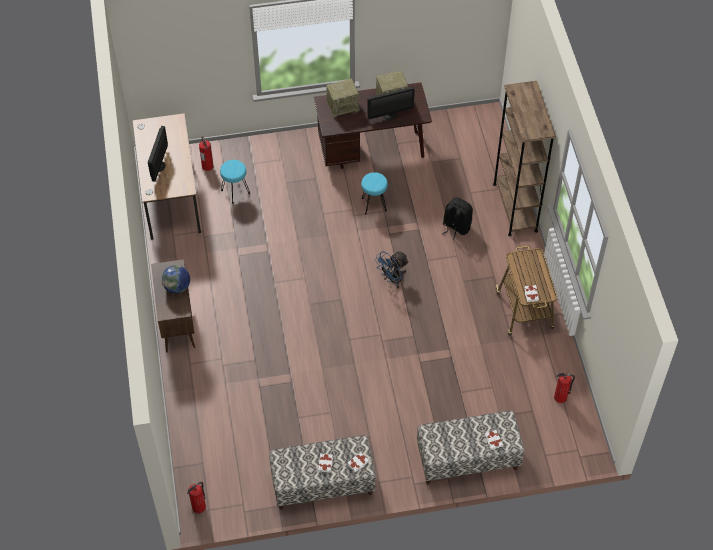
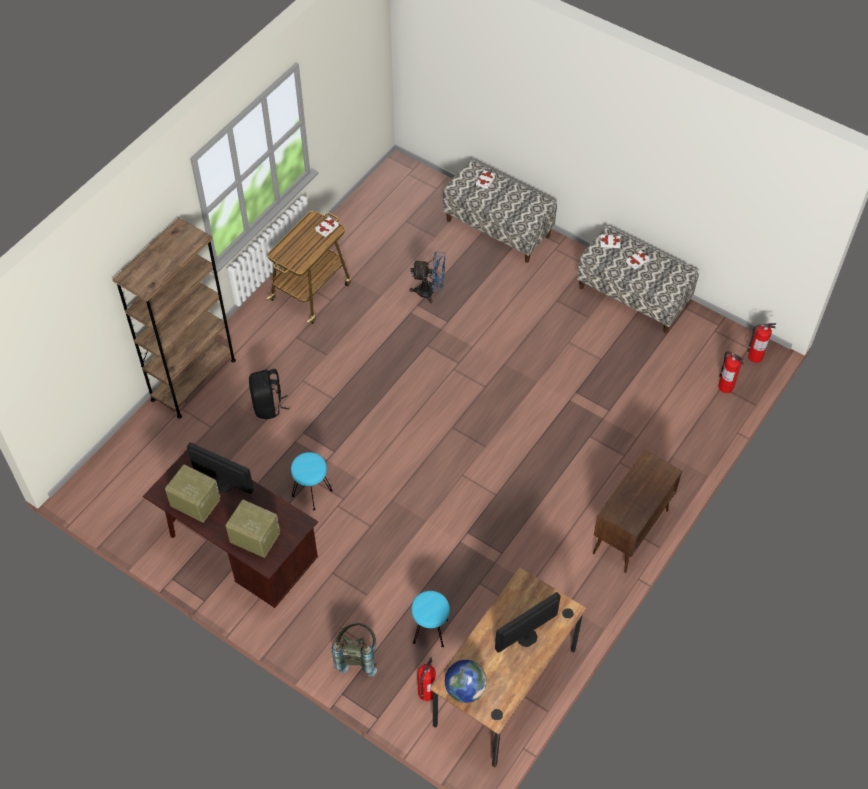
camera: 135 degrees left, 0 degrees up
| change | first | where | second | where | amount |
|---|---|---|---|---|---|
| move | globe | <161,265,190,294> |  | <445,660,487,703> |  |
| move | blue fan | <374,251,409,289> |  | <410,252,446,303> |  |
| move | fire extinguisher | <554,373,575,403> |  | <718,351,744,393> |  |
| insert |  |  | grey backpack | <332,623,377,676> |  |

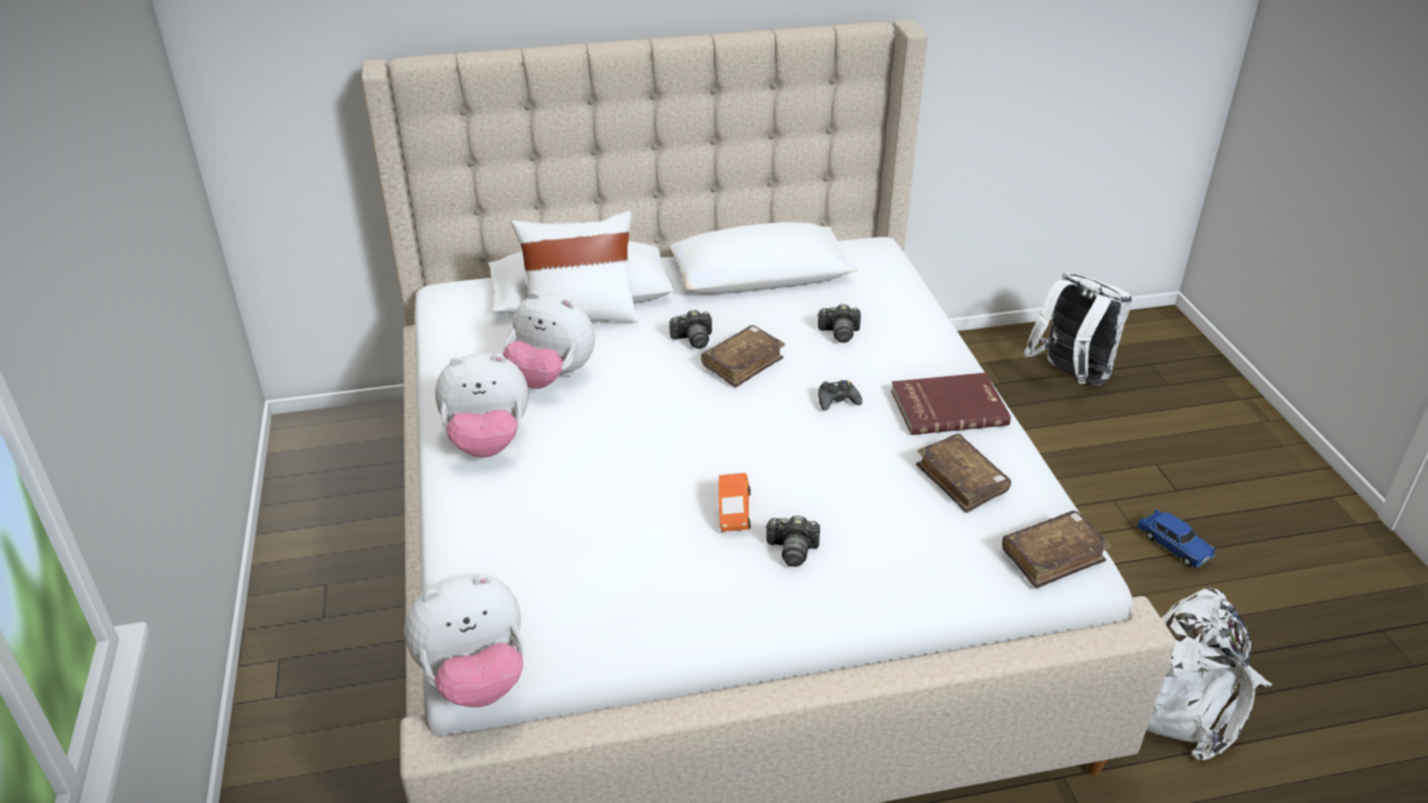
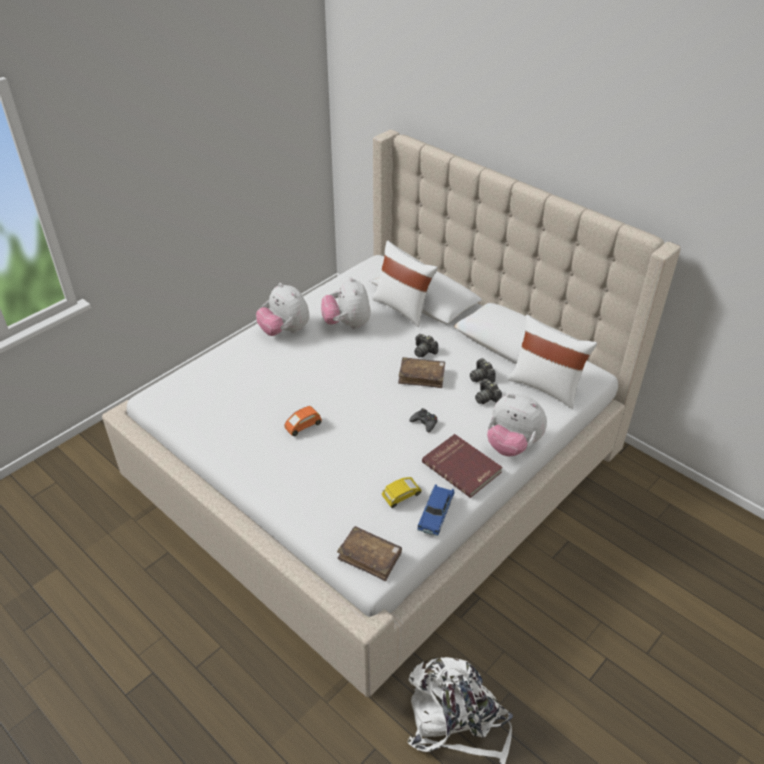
camera: 55 degrees right, 5 degrees up
| change | first | where | second | where | amount |
|---|---|---|---|---|---|
| move | plush toy | <404,573,523,707> |  | <487,393,547,456> |  |
| move | photo camera | <765,515,820,567> |  | <470,358,495,383> |  |
| replace | brown book | <916,434,1011,513> | yellow toy car | <381,477,422,508> |  |
| delete | white backpack | <1024,271,1132,385> |  |  |  |
| move | blue toy car | <1136,510,1215,568> |  | <417,484,454,536> |  |
| insert |  |  | white pillow | <508,315,597,409> |  |

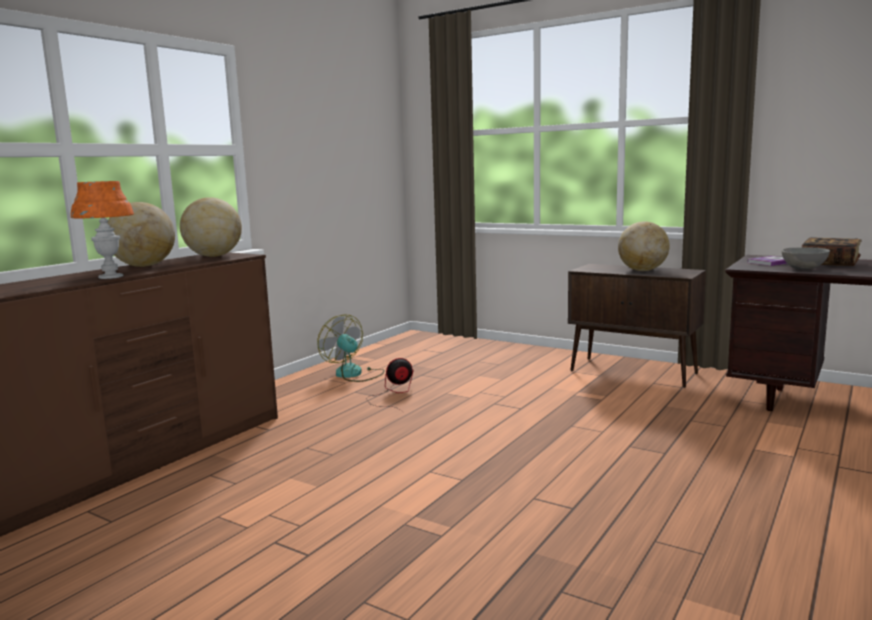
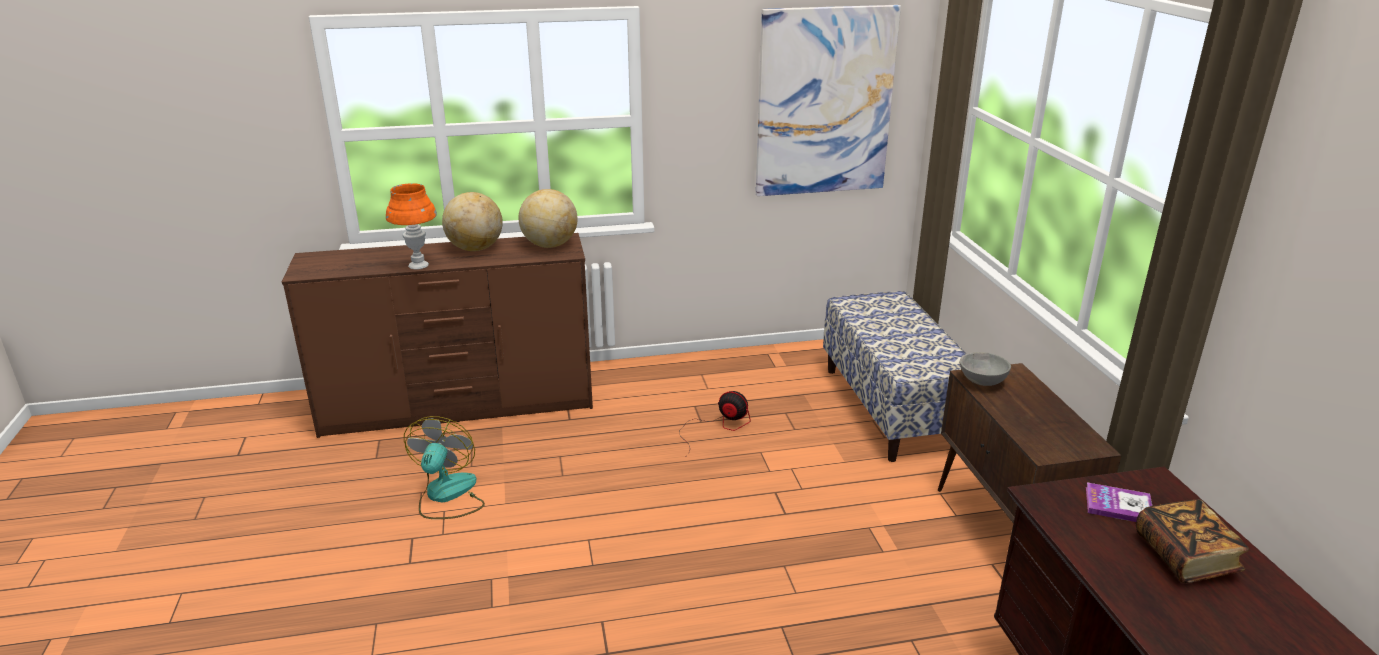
camera: 45 degrees right, 15 degrees up
| change | first | where | second | where | amount |
|---|---|---|---|---|---|
| move | fan | <317,314,385,382> |  | <404,416,485,519> |  |
| delete | globe | <618,221,670,271> |  |  |  |
| move | grey bowl | <781,248,830,270> |  | <960,352,1011,386> |  |
| insert |  |  | picture | <756,5,901,196> |  |
| insert |  |  | bench | <823,291,967,462> |  |

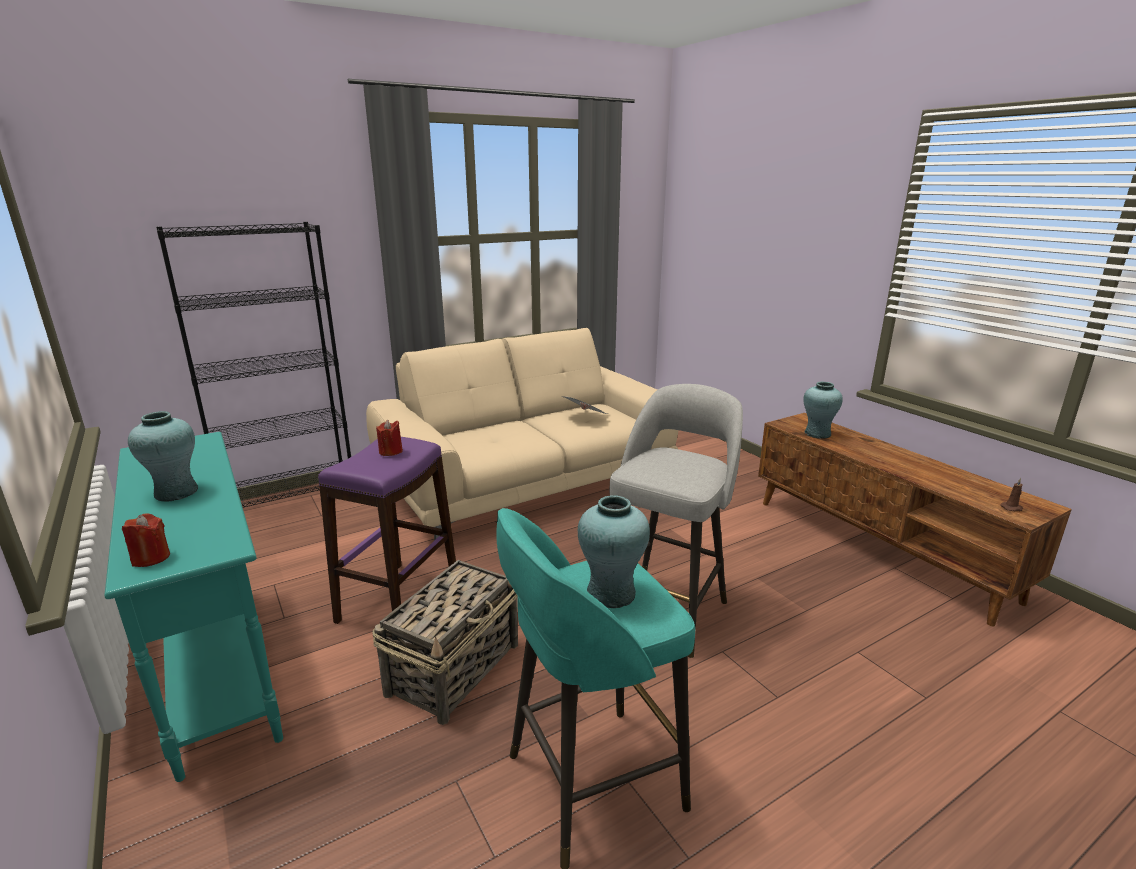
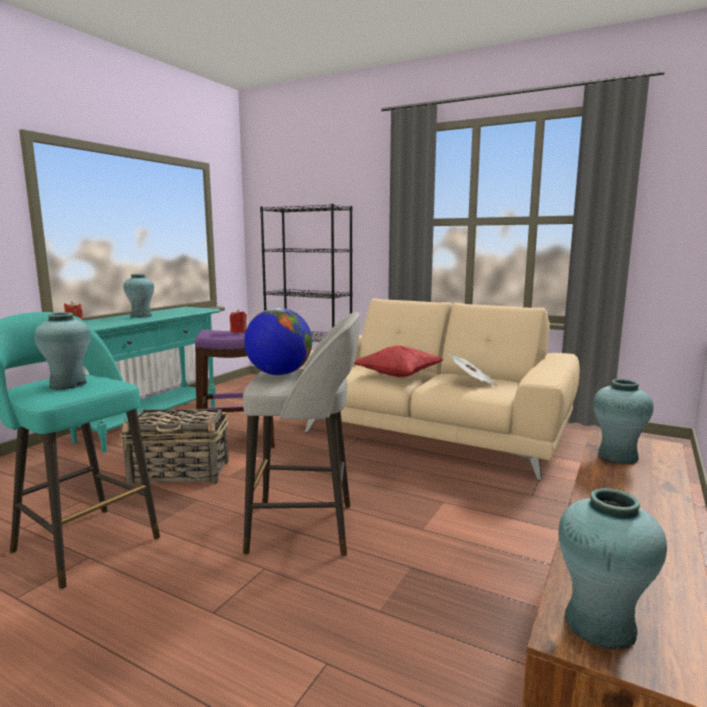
camera: 60 degrees right, 10 degrees down
| change | first | where | second | where | amount |
|---|---|---|---|---|---|
| replace | brown candle | <1001,478,1023,511> | turquoise vase | <558,488,667,650> |  |
| insert |  |  | globe | <244,308,312,375> |  |
| insert |  |  | red pillow | <354,346,444,377> |  |

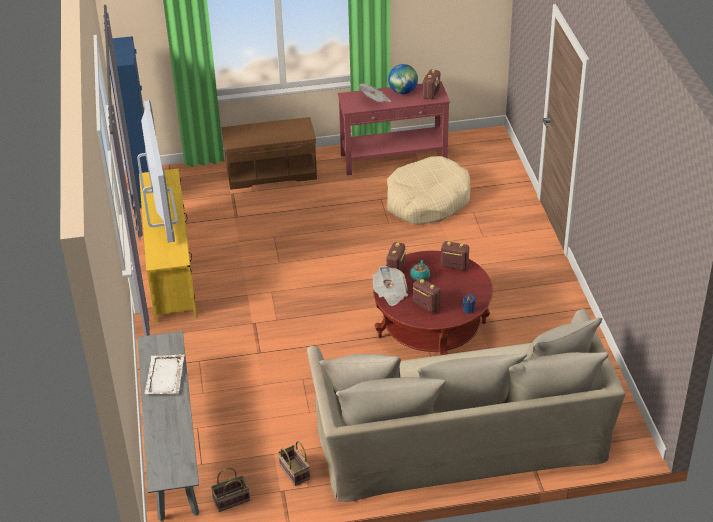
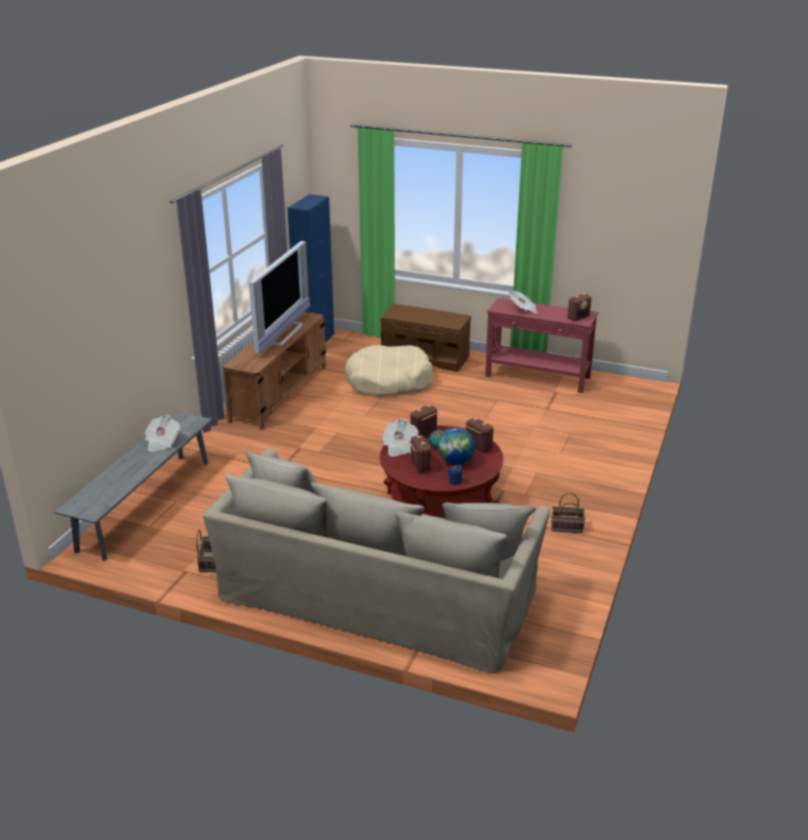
camera: 30 degrees right, 10 degrees down
| change | first | where | second | where | amount |
|---|---|---|---|---|---|
| recolor | yellow tv stand | <139,169,197,323> | brown tv stand | <222,312,326,430> |  |
| replace | white tray | <145,354,184,394> | newspaper | <145,415,180,452> |  |
| move | basket | <211,467,250,512> |  | <551,493,585,533> |  |
| move | beige dog bed | <387,156,470,225> |  | <345,345,433,397> |  |
| move | globe | <388,64,418,94> |  | <439,428,475,465> |  |

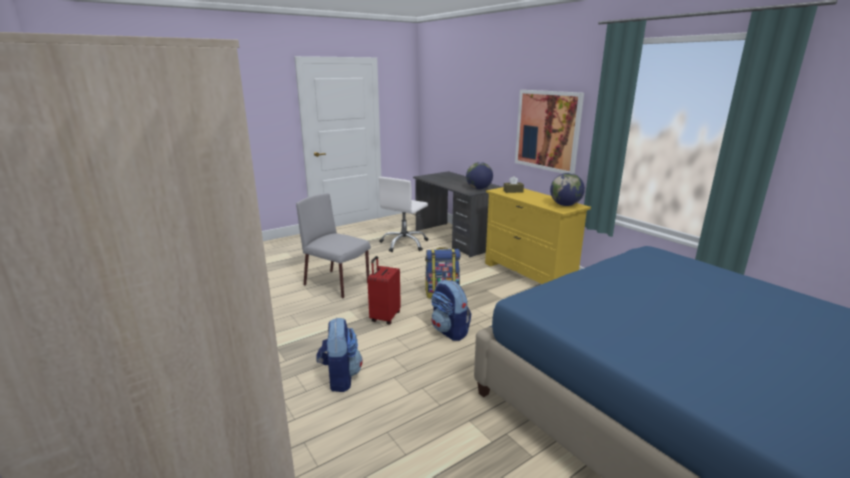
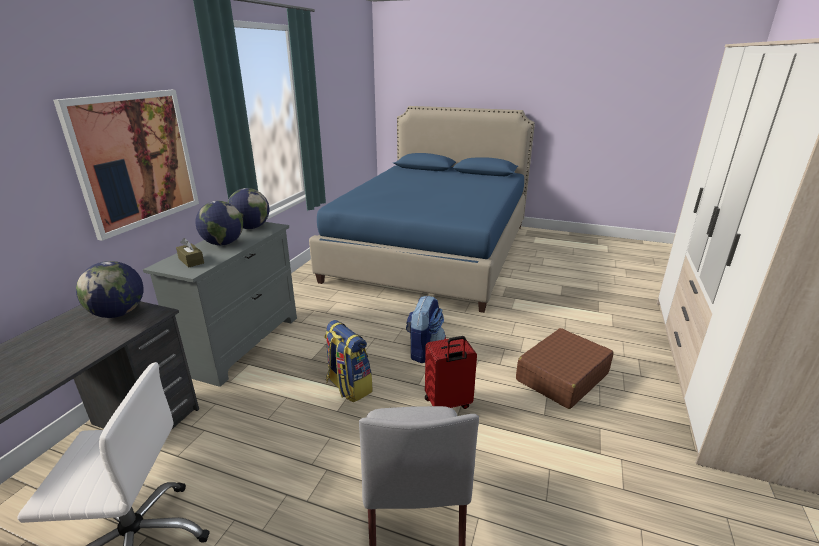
camera: 125 degrees left, 5 degrees up
| change | first | where | second | where | amount |
|---|---|---|---|---|---|
| replace | backpack | <317,318,363,392> | brown suitcase | <516,328,613,409> |  |
| recolor | yellow dresser | <485,187,591,284> | grey dresser | <143,222,297,387> |  |
| insert |  |  | globe | <195,201,243,245> |  |

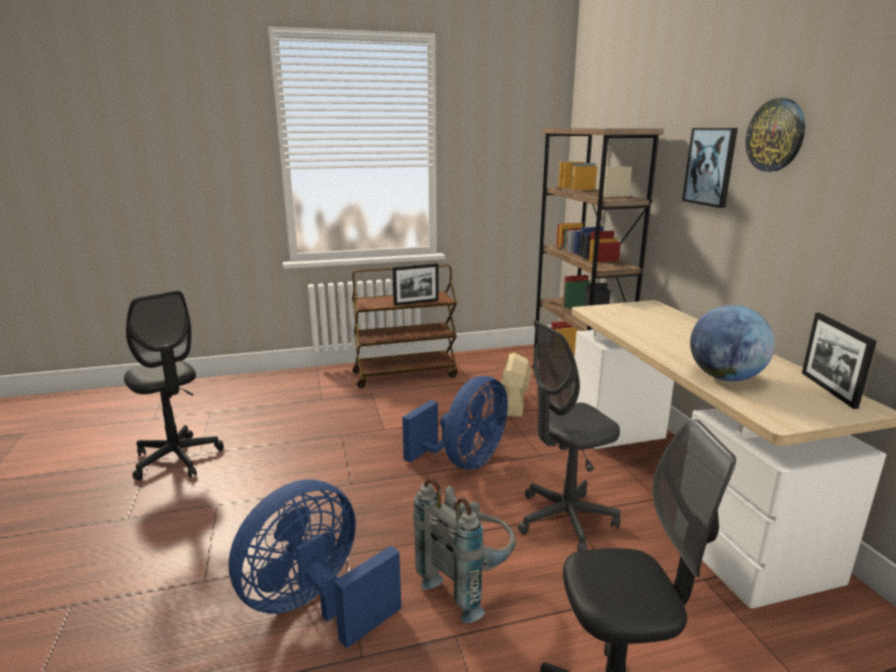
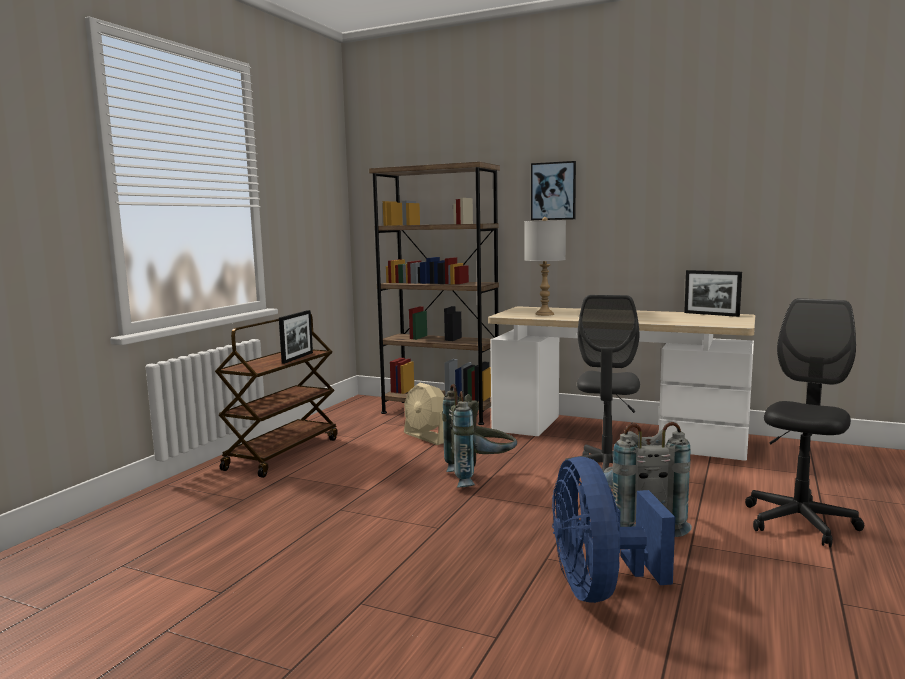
camera: 50 degrees left, 10 degrees down
| change | first | where | second | where | amount |
|---|---|---|---|---|---|
| delete | black office chair | <124,291,224,481> |  |  |  |
| replace | blue fan | <402,376,508,470> | grey backpack | <442,384,517,488> |  |
| delete | globe | <690,305,775,381> |  |  |  |
| delete | wall clock | <745,98,805,172> |  |  |  |
| insert |  |  | grey table lamp | <524,217,566,316> |  |

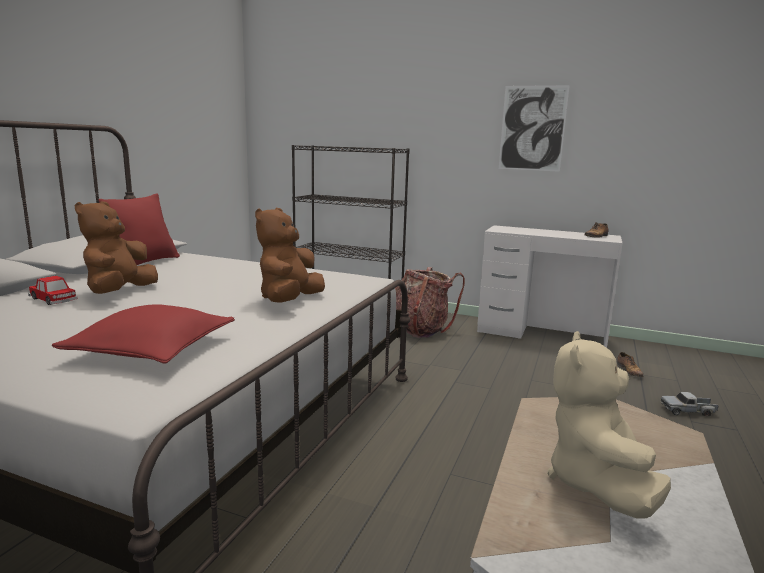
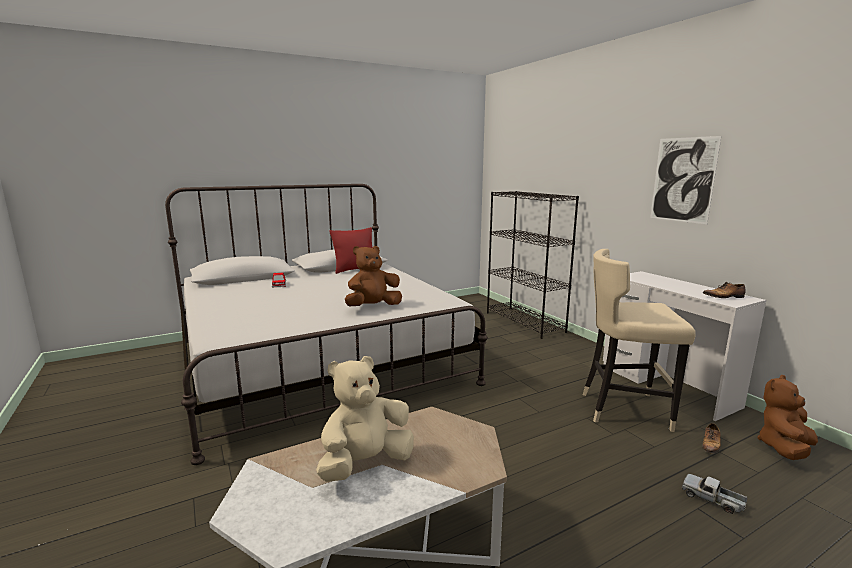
camera: 40 degrees right, 0 degrees up
| change | first | where | second | where | amount |
|---|---|---|---|---|---|
| delete | red pillow | <52,304,235,364> |  |  |  |
| move | brown plush toy | <75,201,158,294> |  | <757,375,818,460> |  |
| delete | backpack | <395,267,465,338> |  |  |  |
| insert |  |  | beige stool | <583,249,696,432> |  |

